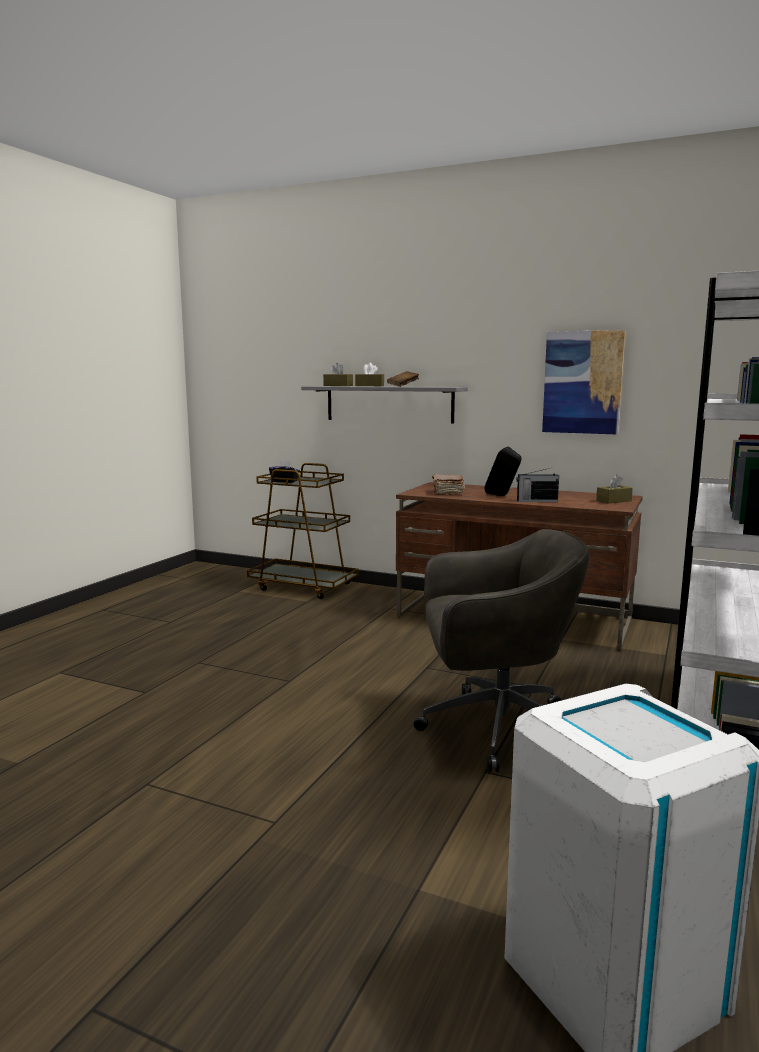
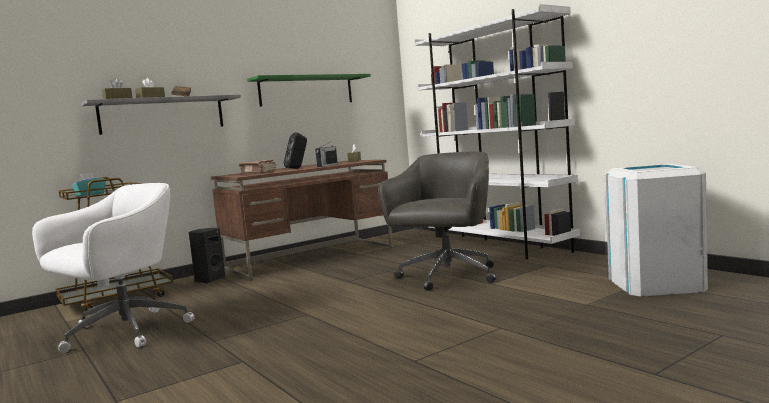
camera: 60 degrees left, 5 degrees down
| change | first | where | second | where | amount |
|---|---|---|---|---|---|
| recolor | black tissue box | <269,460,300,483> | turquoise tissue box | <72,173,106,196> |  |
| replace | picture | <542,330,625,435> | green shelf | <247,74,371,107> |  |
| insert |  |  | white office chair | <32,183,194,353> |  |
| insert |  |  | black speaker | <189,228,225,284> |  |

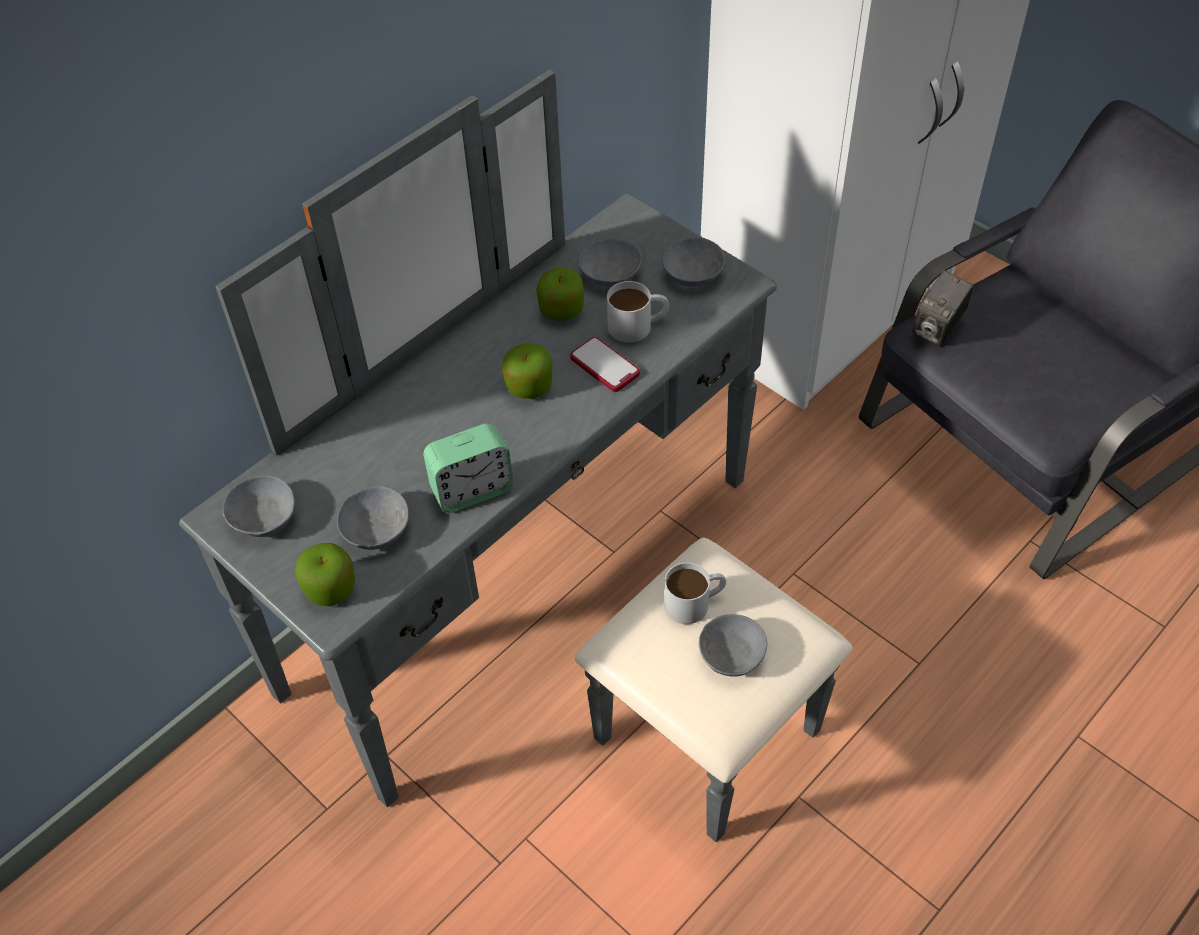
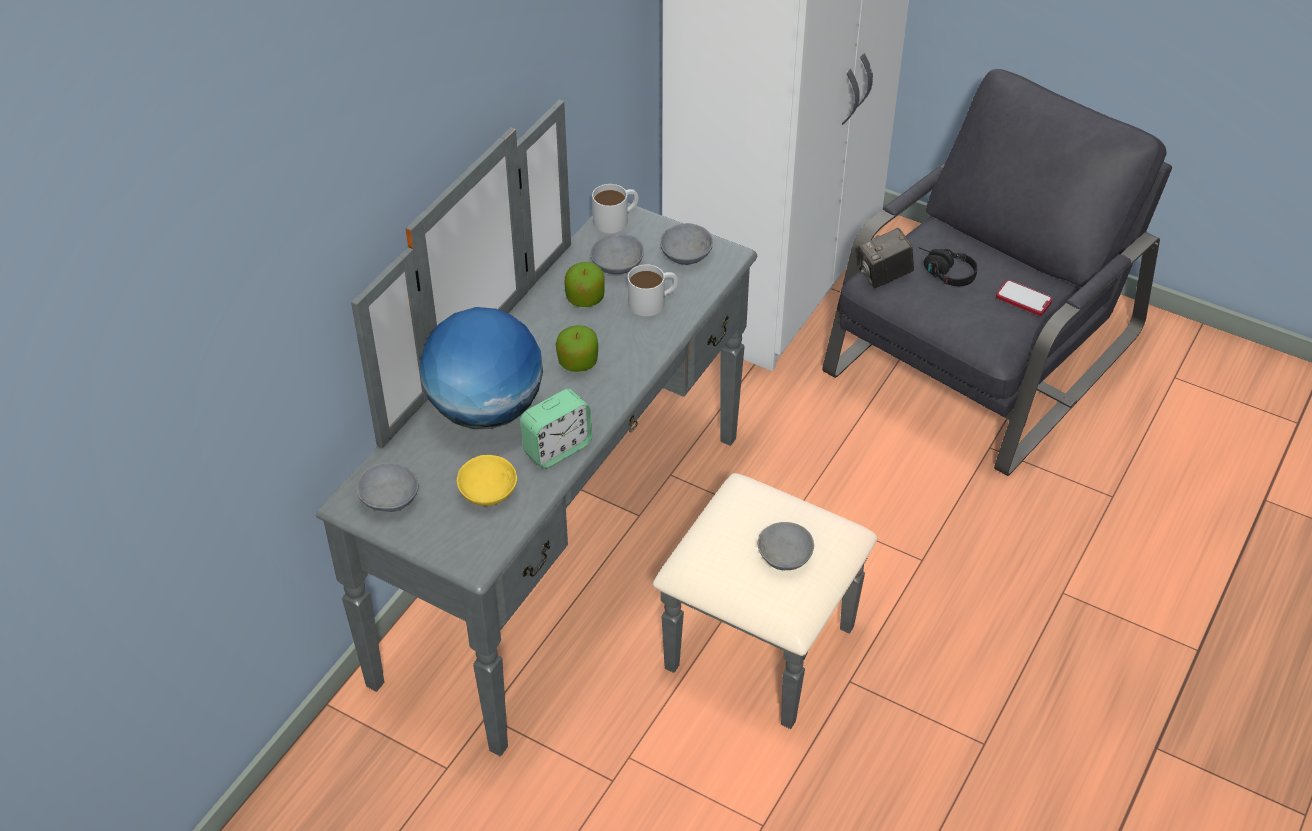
camera: 15 degrees left, 5 degrees down
| change | first | where | second | where | amount |
|---|---|---|---|---|---|
| delete | apple | <295,543,355,606> |  |  |  |
| recolor | grey bowl | <337,485,409,550> | yellow bowl | <457,455,517,506> |  |
| move | phone | <570,337,640,392> |  | <996,280,1052,316> |  |
| move | white mug | <664,562,726,624> |  | <592,184,638,233> |  |
| rotate | photo camera | <912,270,973,346> |  | <859,228,914,288> | 45 degrees clockwise |
| insert |  |  | globe | <419,307,543,429> |  |
| insert |  |  | black headphones | <918,247,977,286> |  |

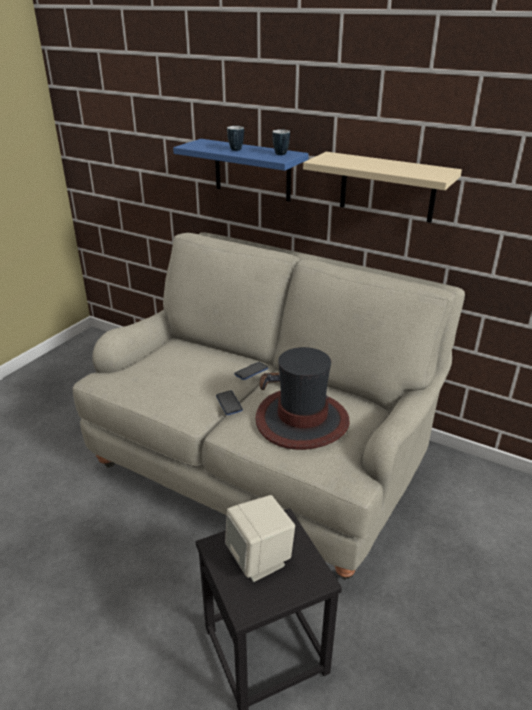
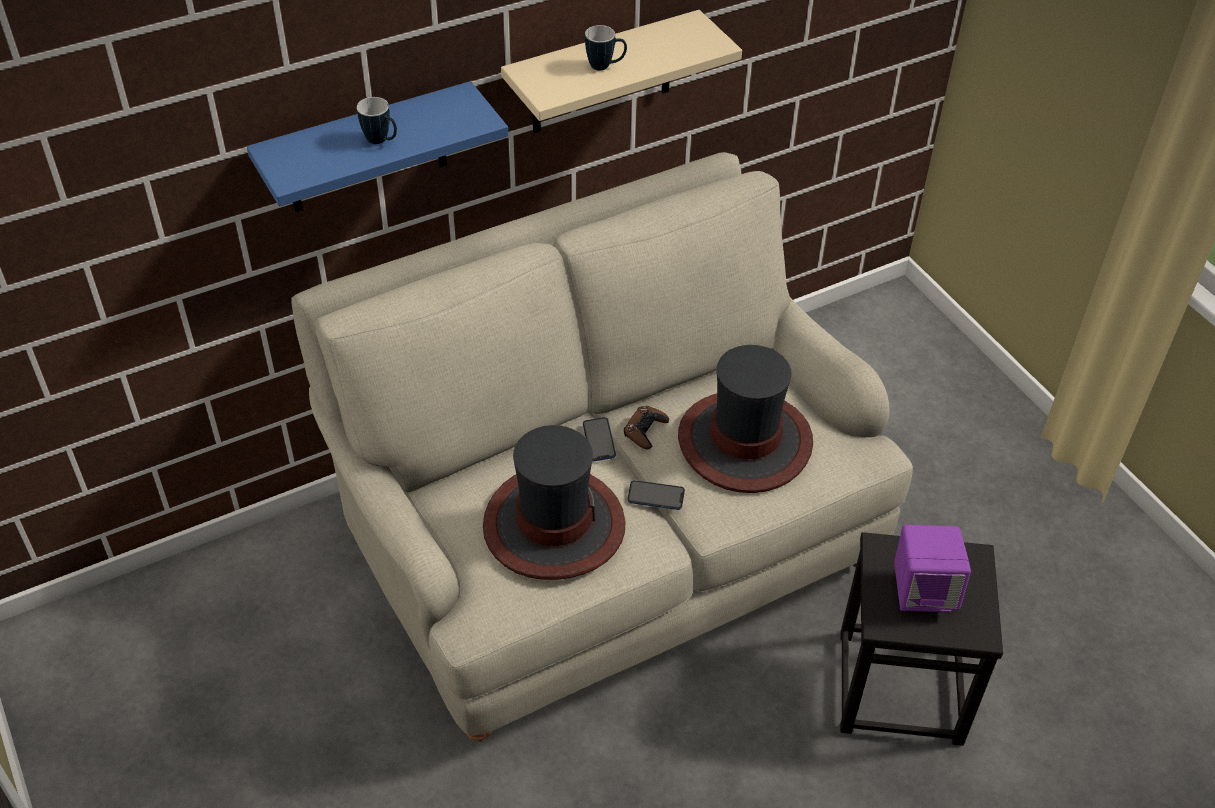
camera: 60 degrees left, 15 degrees up
| change | first | where | second | where | amount |
|---|---|---|---|---|---|
| recolor | beige speaker | <225,495,295,582> | purple speaker | <894,525,971,612> |  |
| move | mug | <272,129,290,155> |  | <585,25,627,71> |  |
| insert |  |  | hat | <483,425,626,580> |  |

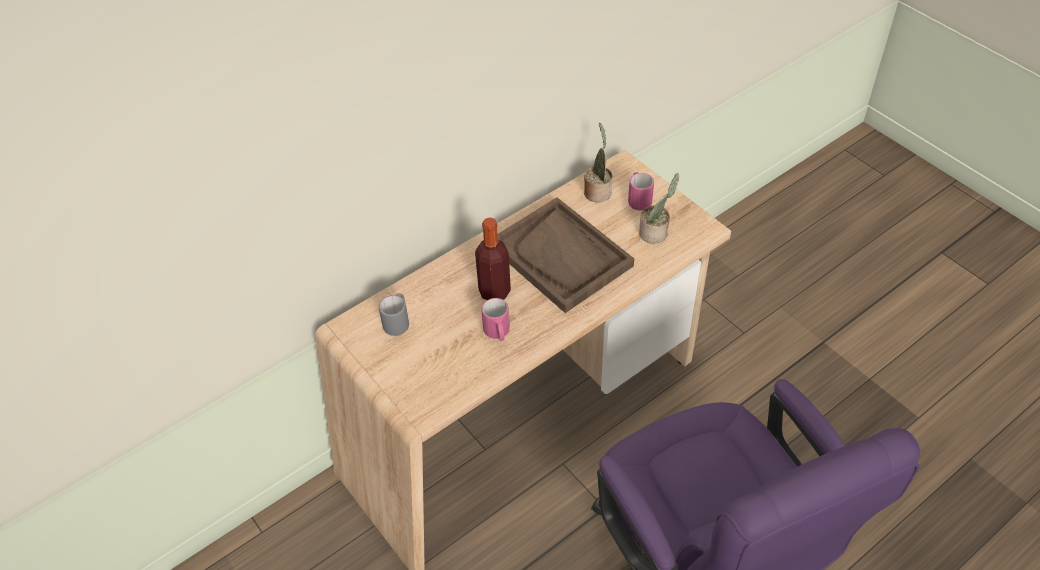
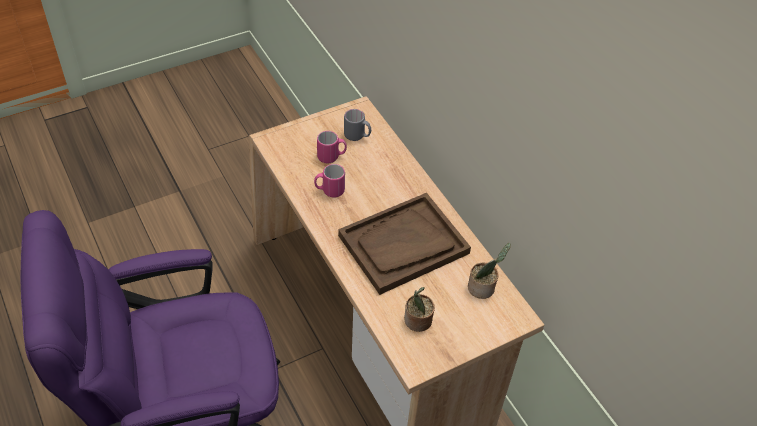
camera: 95 degrees right, 0 degrees up
| change | first | where | second | where | amount |
|---|---|---|---|---|---|
| delete | bottle | <475,217,511,300> |  |  |  |
| move | pink mug | <628,172,654,211> |  | <317,131,347,163> |  |

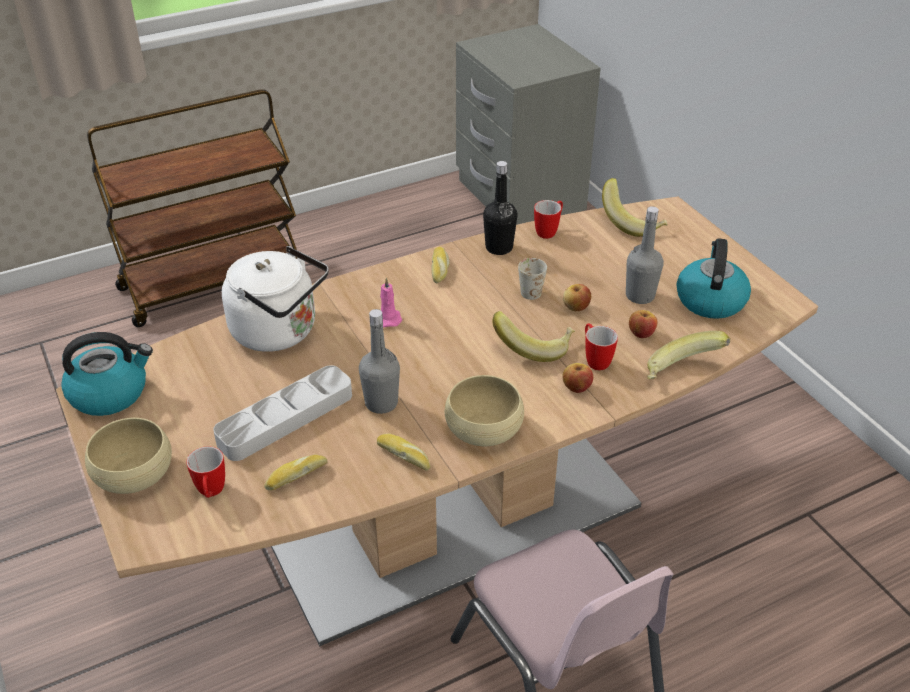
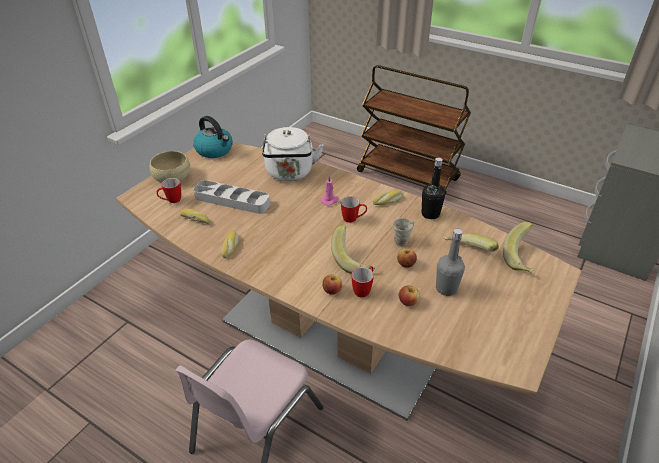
camera: 60 degrees right, 0 degrees up
| change | first | where | second | where | amount |
|---|---|---|---|---|---|
| delete | grey bottle | <359,309,400,414> |  |  |  |
| delete | beige bowl | <445,375,524,446> |  |  |  |
| move | mug | <534,200,563,239> |  | <341,196,367,223> |  |
| move | banana | <647,331,730,379> |  | <444,233,499,252> |  |
| delete | kettle | <677,238,751,319> |  |  |  |

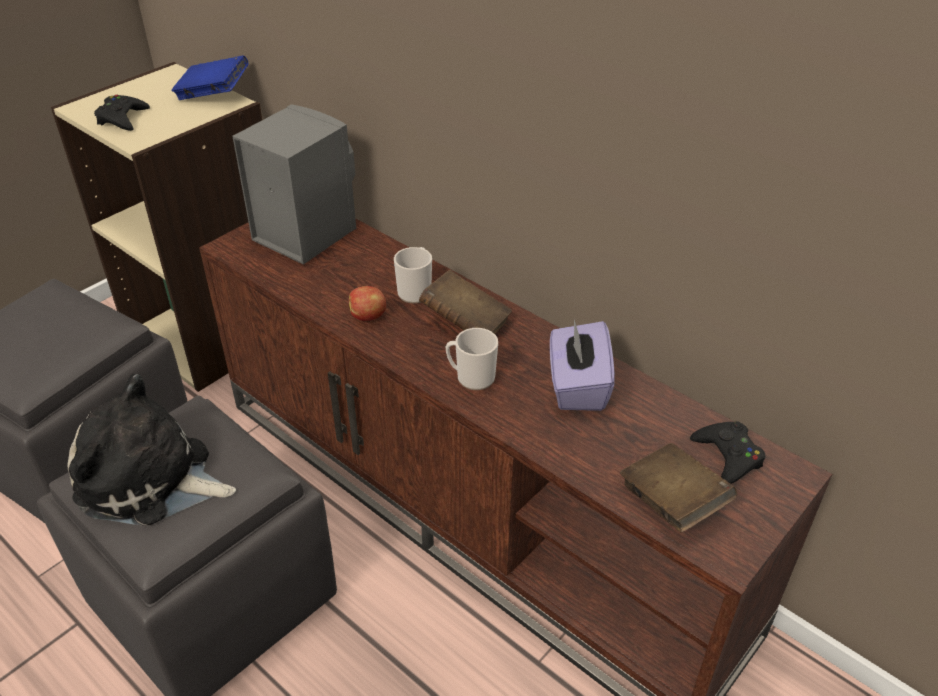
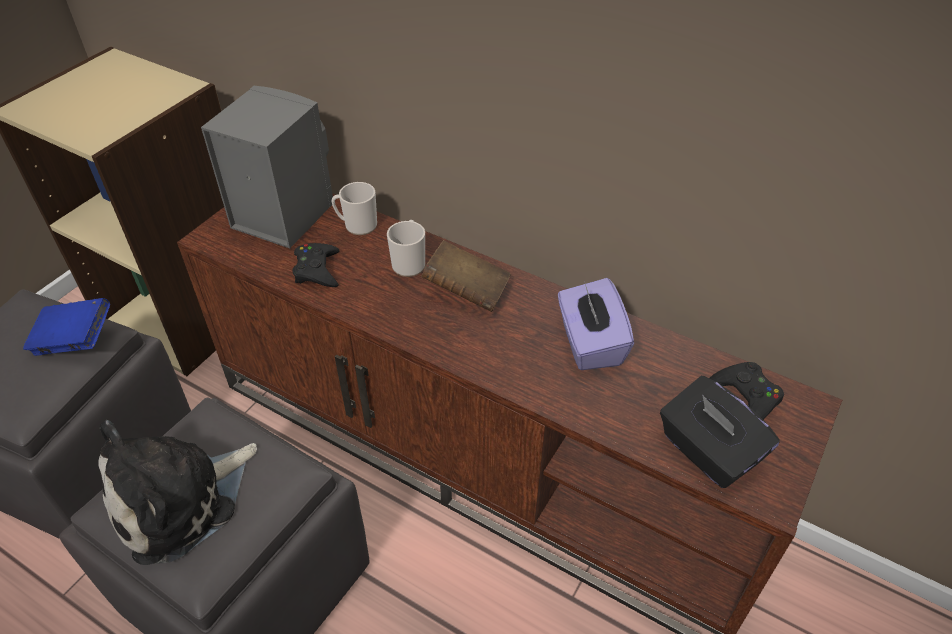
camera: 10 degrees left, 5 degrees up
| change | first | where | second | where | amount |
|---|---|---|---|---|---|
| rotate | plush toy | <67,374,236,526> |  | <98,420,257,565> | 45 degrees counterclockwise |
| move | black game controller | <94,95,150,131> |  | <292,243,340,287> |  |
| move | blue book | <172,56,248,100> |  | <23,298,110,356> |  |
| delete | apple | <349,286,386,321> |  |  |  |
| move | mug | <446,328,498,390> |  | <331,182,377,235> |  |
| replace | brown book | <620,443,737,532> | black tissue box | <660,376,780,488> |  |

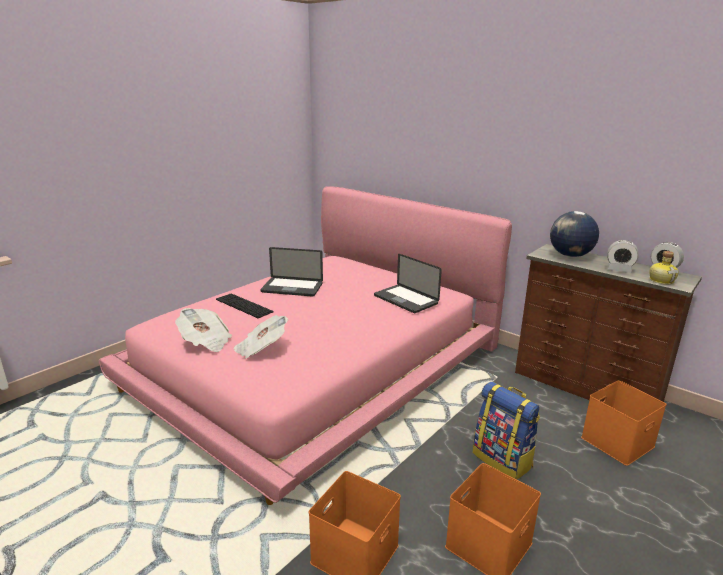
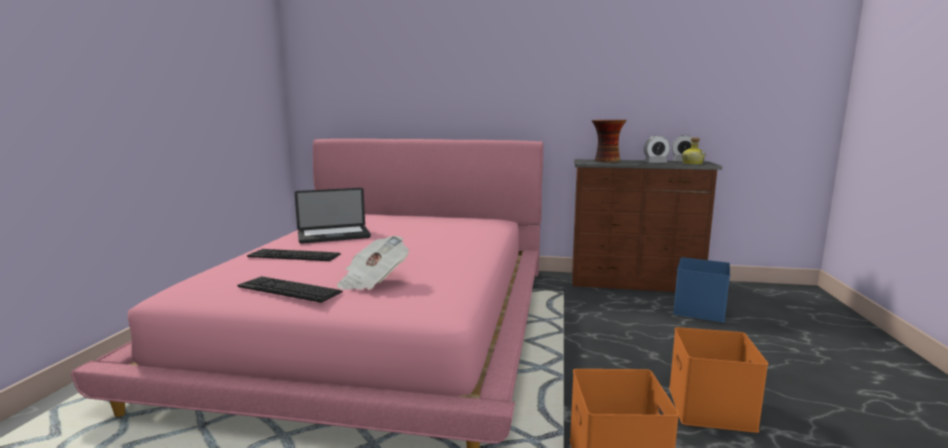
camera: 30 degrees left, 10 degrees down
| change | first | where | second | where | amount |
|---|---|---|---|---|---|
| replace | newspaper | <175,308,232,352> | keyboard | <238,276,343,303> |  |
| delete | laptop | <374,254,442,313> |  |  |  |
| delete | backpack | <473,382,540,480> |  |  |  |
| replace | globe | <550,211,599,257> | vase | <592,120,627,163> |  |
| recolor | orange storage box | <581,381,667,466> | blue storage box | <673,257,730,322> |  |

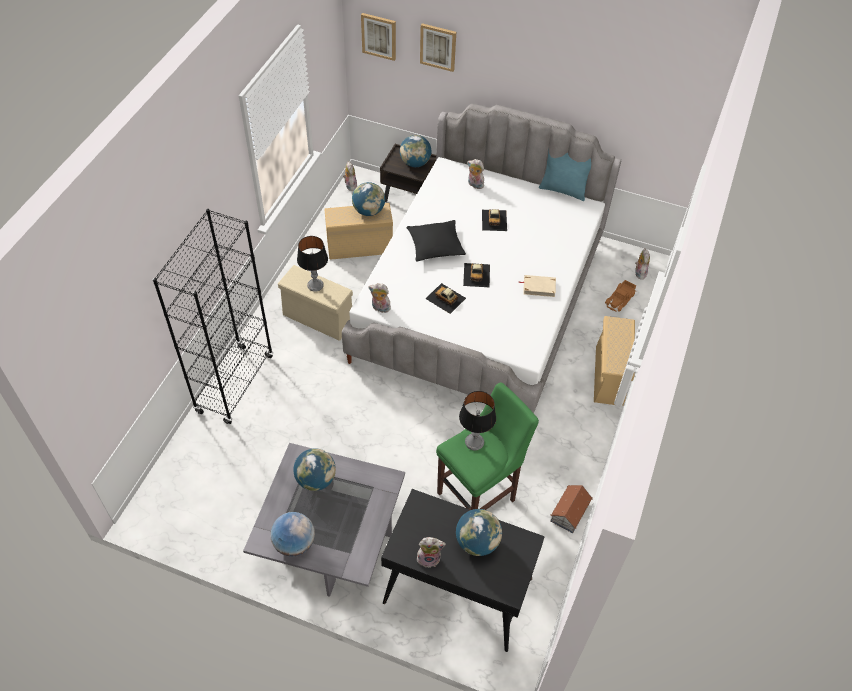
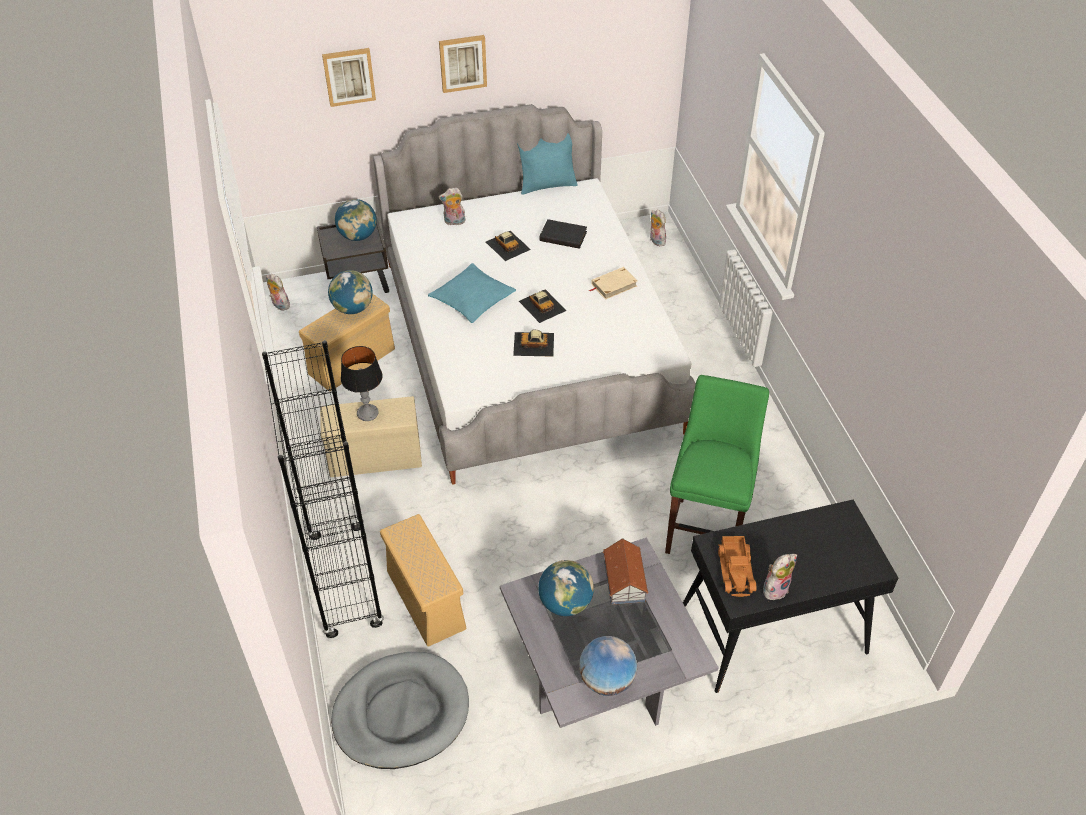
camera: 35 degrees left, 5 degrees down
| change | first | where | second | where | amount |
|---|---|---|---|---|---|
| move | picture | <361,13,396,61> |  | <439,35,487,93> |  |
| delete | plush toy | <368,283,392,313> |  |  |  |
| recolor | black pillow | <406,220,466,262> | turquoise pillow | <428,263,516,323> |  |
| delete | globe | <456,509,502,556> |  |  |  |
| delete | table lamp | <459,391,496,450> |  |  |  |
| move | toy house | <550,485,593,533> |  | <603,538,649,605> |  |
| move | beige storage box | <594,316,635,406> |  | <380,514,466,646> |  |
| move | toy truck | <605,280,636,312> |  | <718,536,756,597> |  |
| insert |  |  | grey dog bed | <331,652,469,769> |  |
| insert |  |  | black book | <539,219,587,249> |  |

